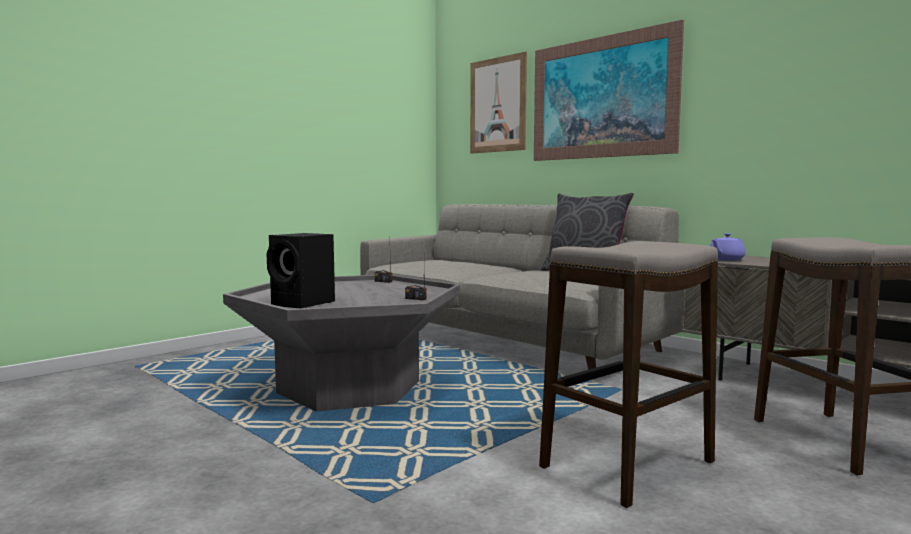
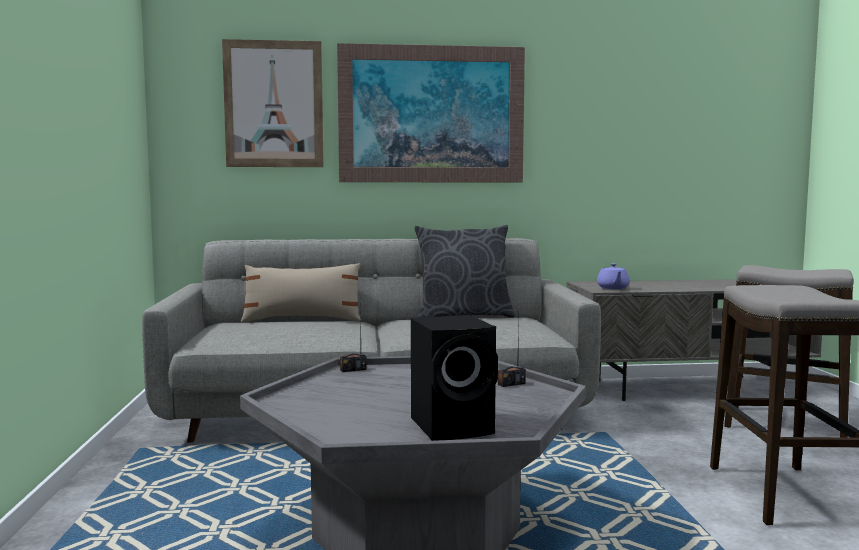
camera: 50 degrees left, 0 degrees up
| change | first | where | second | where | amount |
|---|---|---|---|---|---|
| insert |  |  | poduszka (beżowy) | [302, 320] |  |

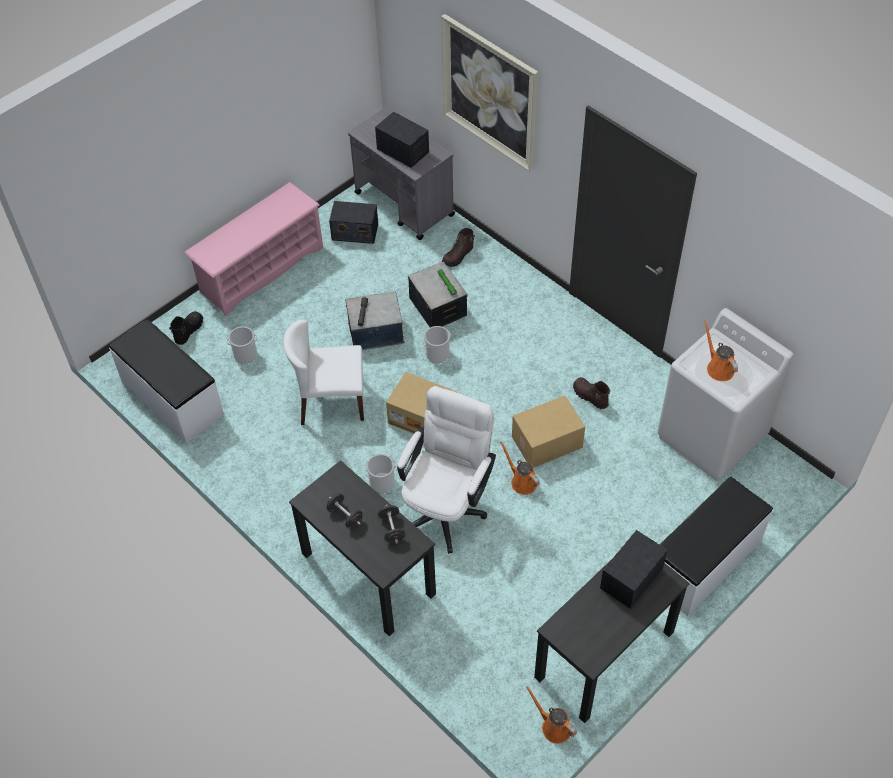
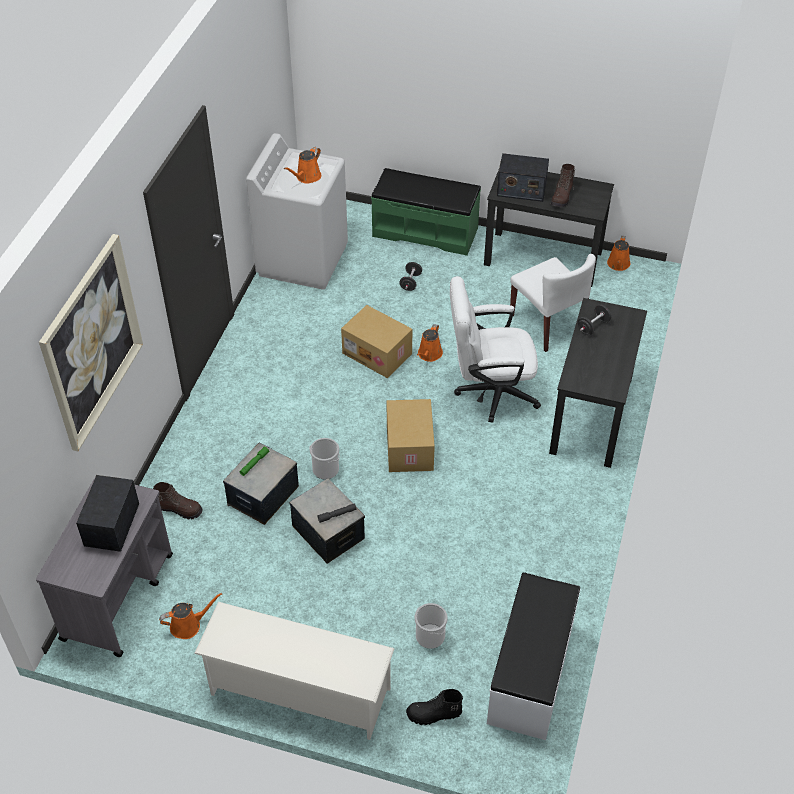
camera: 120 degrees left, 5 degrees down
| change | first | where | second | where | amount |
|---|---|---|---|---|---|
| recolor | regał na buty (różowy) | [261, 269] | regał na buty (biały) | [299, 691] |  |
| replace | radio | [354, 232] | konewka (pomarańczowy) | [188, 625] |  |
| move | krzesło (biały) | [331, 401] |  | [548, 324] |  |
| move | but z cholewką (brązowy) | [590, 397] |  | [562, 197] |  |
| delete | wiadro | [382, 483] |  |  |  |
| recolor | ławka (biały) | [705, 562] | ławka (zielony) | [425, 231] |  |
| move | hantel (czarny) | [345, 516] |  | [410, 282] |  |

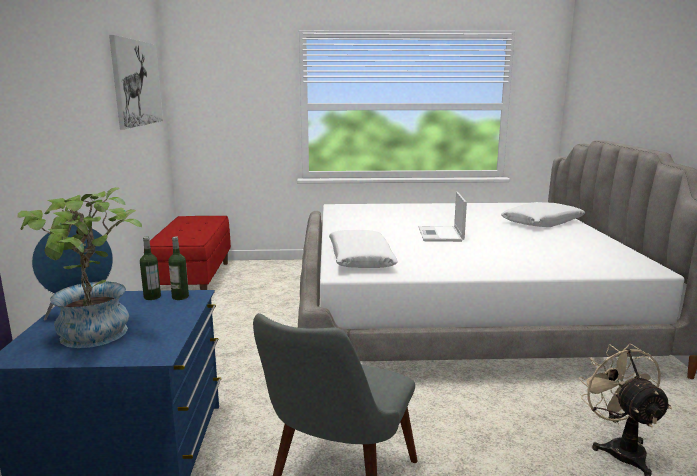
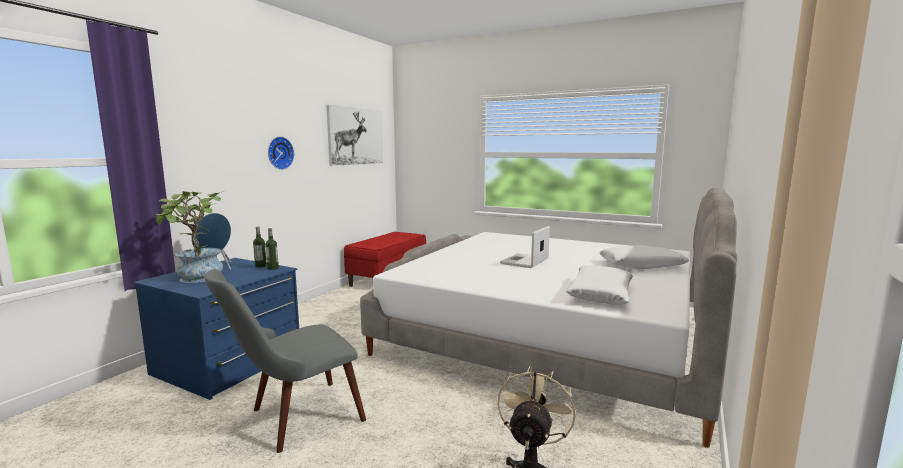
camera: 30 degrees right, 5 degrees down
| change | first | where | second | where | amount |
|---|---|---|---|---|---|
| move | poduszka (biały) | [360, 259] |  | [600, 294] |  |
| insert |  |  | zegar ścienny | [279, 153] |  |

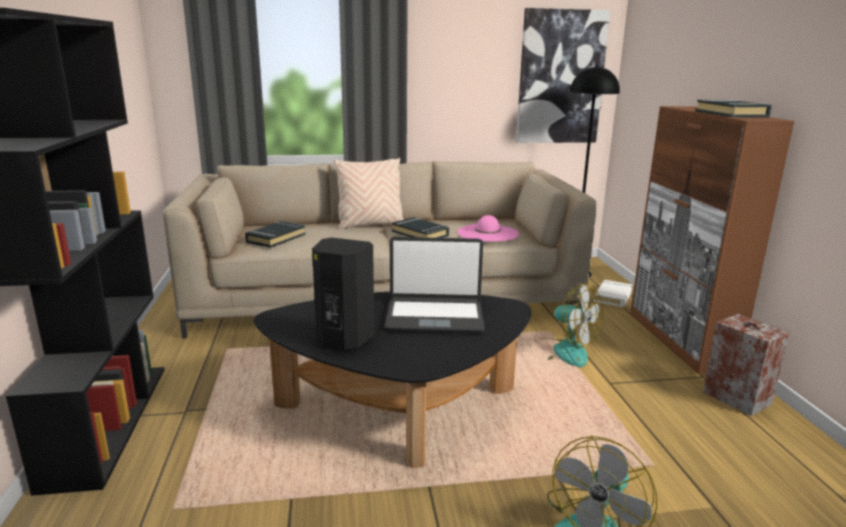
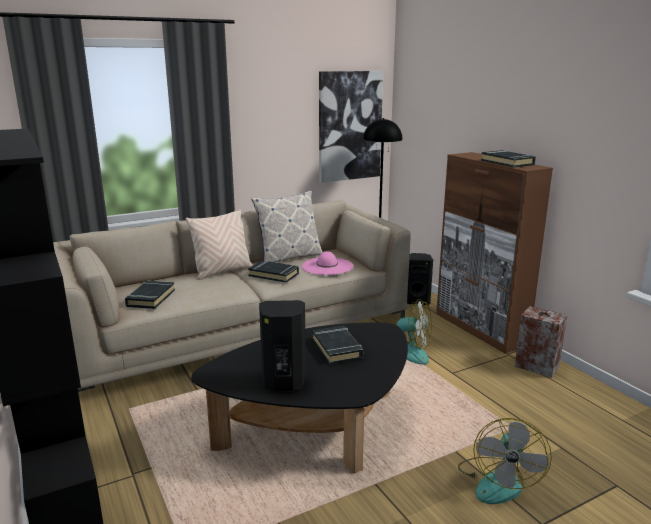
camera: 20 degrees left, 0 degrees up
| change | first | where | second | where | amount |
|---|---|---|---|---|---|
| replace | laptop | [434, 316] | książka (czarny) | [337, 348] |  |
| replace | książka (biały) | [613, 297] | głośnik (czarny) | [417, 301] |  |
| insert |  |  | poduszka | [289, 257] |  |

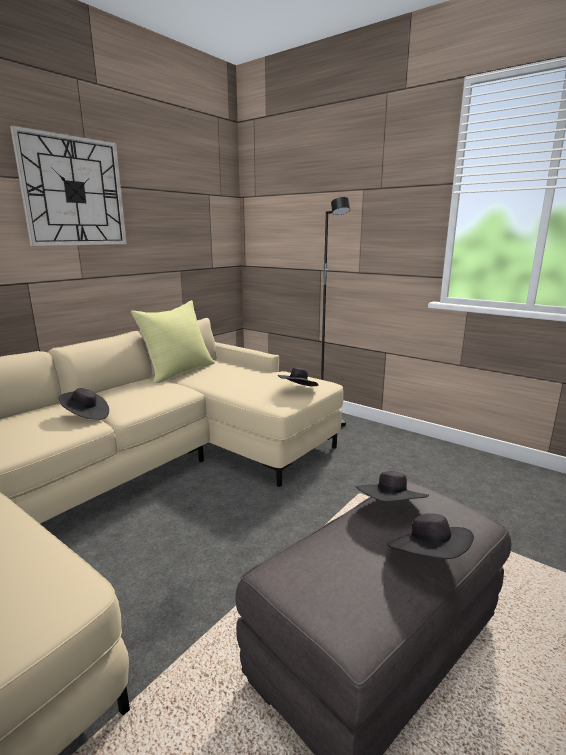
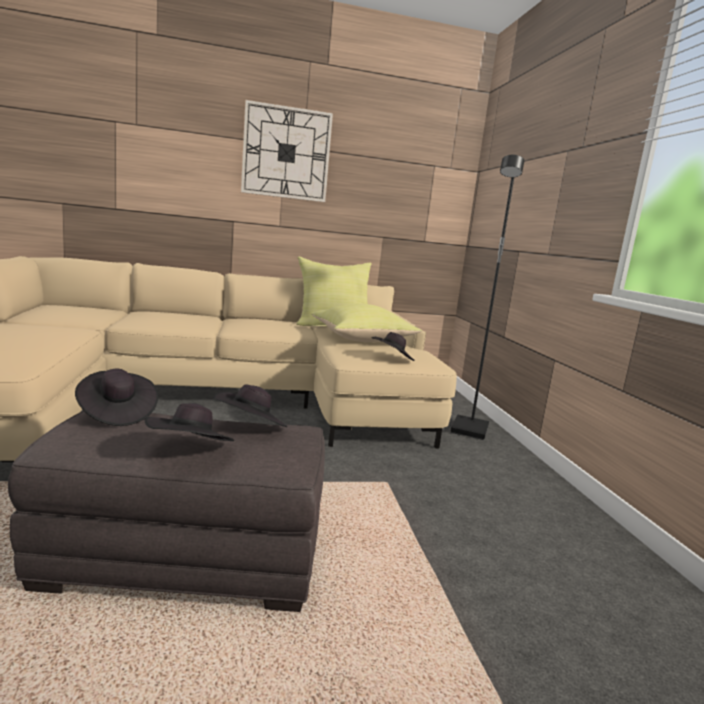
camera: 40 degrees right, 5 degrees down
| change | first | where | second | where | amount |
|---|---|---|---|---|---|
| move | kapelusz (czarny) | [86, 416] |  | [116, 413] |  |
| insert |  |  | poduszka (żółty) | [362, 340] |  |

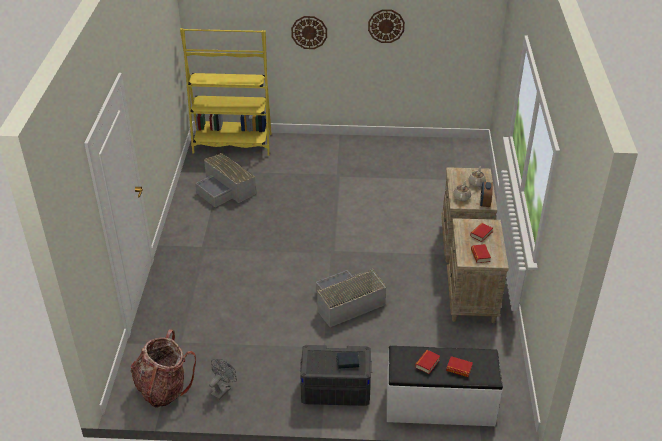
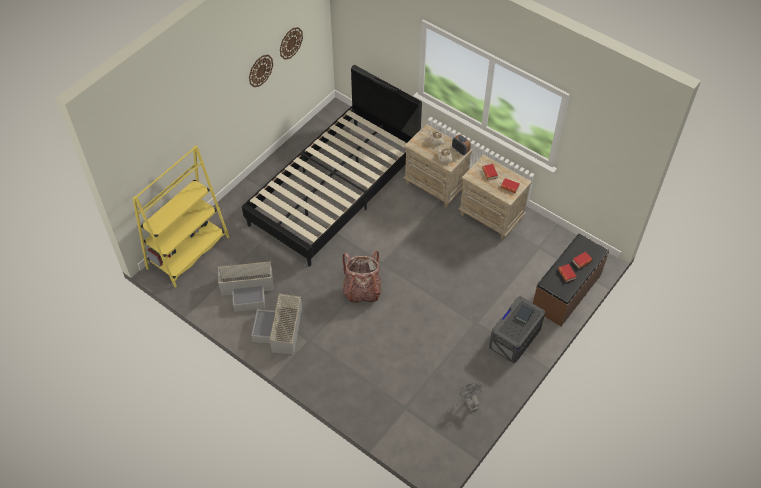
camera: 55 degrees left, 15 degrees up
| change | first | where | second | where | amount |
|---|---|---|---|---|---|
| move | zegar ścienny | [309, 32] |  | [290, 43] |  |
| move | pojemnik do przechowywania (szary) | [346, 303] |  | [280, 330] |  |
| move | plecak | [163, 389] |  | [362, 291] |  |
| recolor | ławka (biały) | [439, 405] | ławka (brązowy) | [567, 291] |  |
| insert |  |  | łóżko (czarny) | [334, 191] |  |

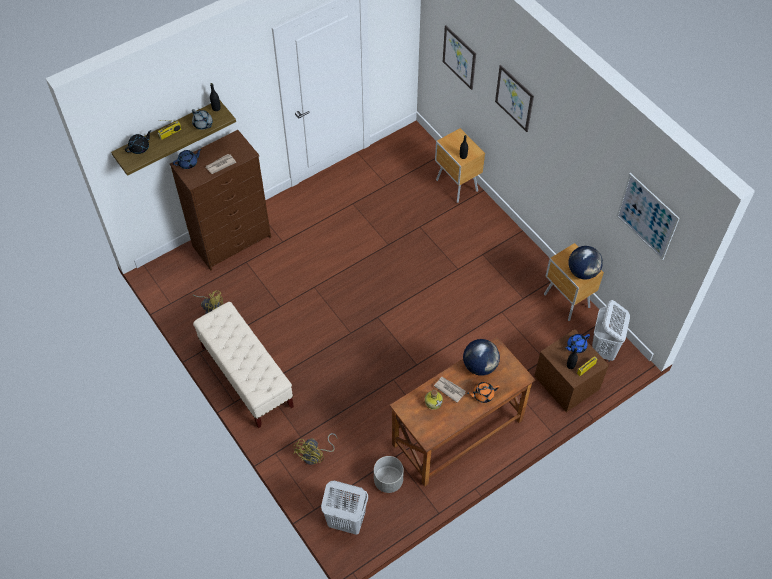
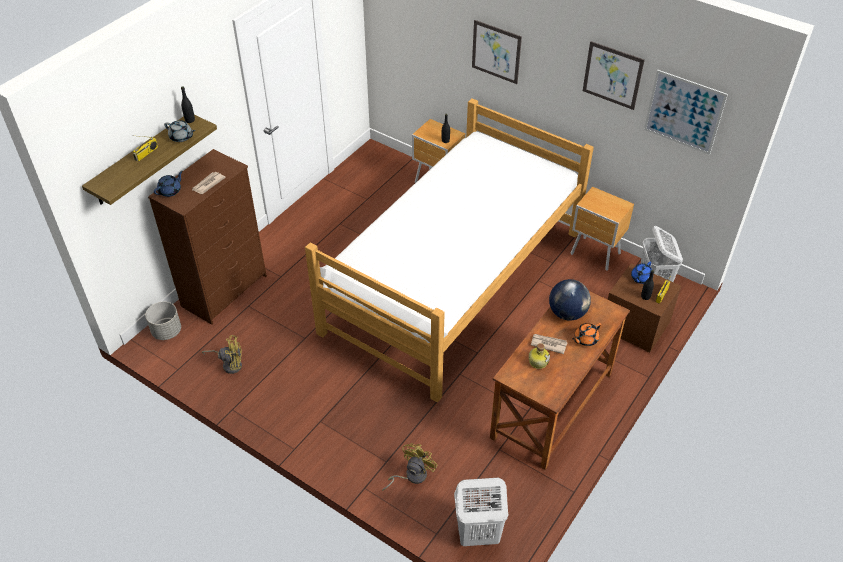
camera: 20 degrees left, 10 degrees down
| change | first | where | second | where | amount |
|---|---|---|---|---|---|
| move | obraz | [459, 57] |  | [612, 75] |  |
| delete | imbryk (czarny) | [140, 148] |  |  |  |
| delete | globus | [583, 272] |  |  |  |
| delete | ławka (beżowy) | [246, 376] |  |  |  |
| rotate | wentylator (żółty) | [315, 455] |  | [411, 476] | 150 degrees counterclockwise |
| move | donica (szary) | [388, 480] |  | [166, 331] |  |
| insert |  |  | łóżko | [455, 281] |  |

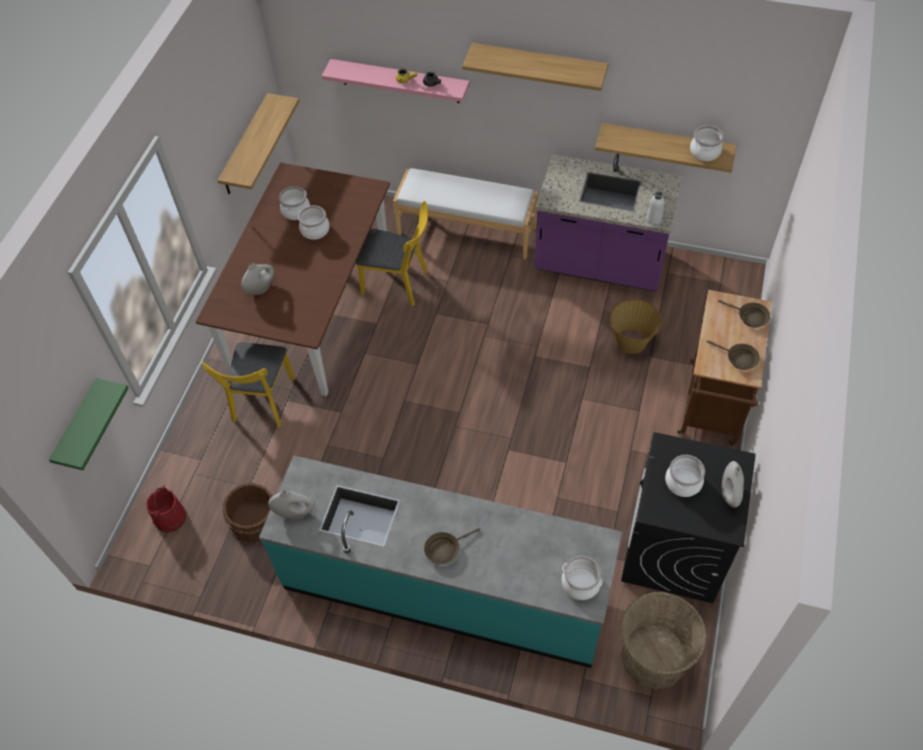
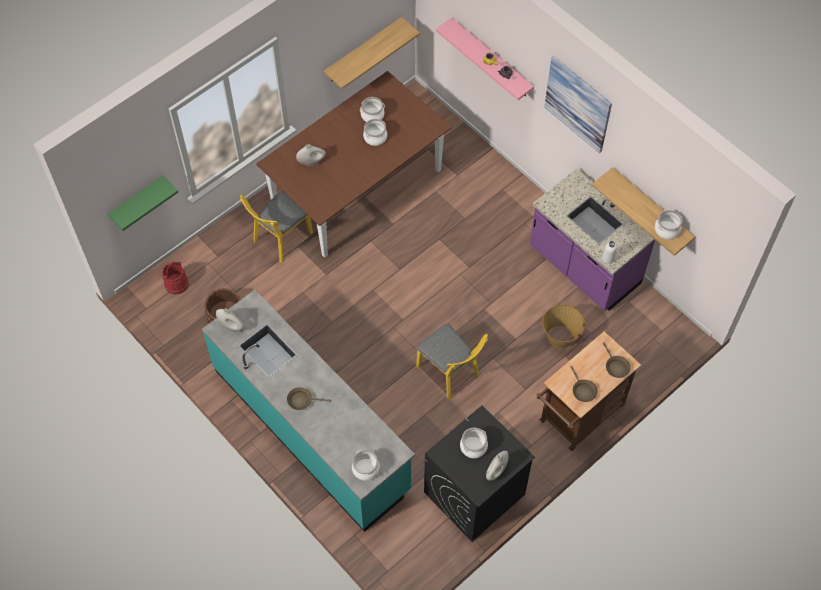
camera: 30 degrees right, 5 degrees up
| change | first | where | second | where | amount |
|---|---|---|---|---|---|
| replace | półka | [538, 65] | obraz | [578, 104] |  |
| delete | ławka (biały) | [466, 230] |  |  |  |
| move | krzesło (żółty) | [399, 284] |  | [450, 374] |  |
| delete | koszyk | [654, 655] |  |  |  |

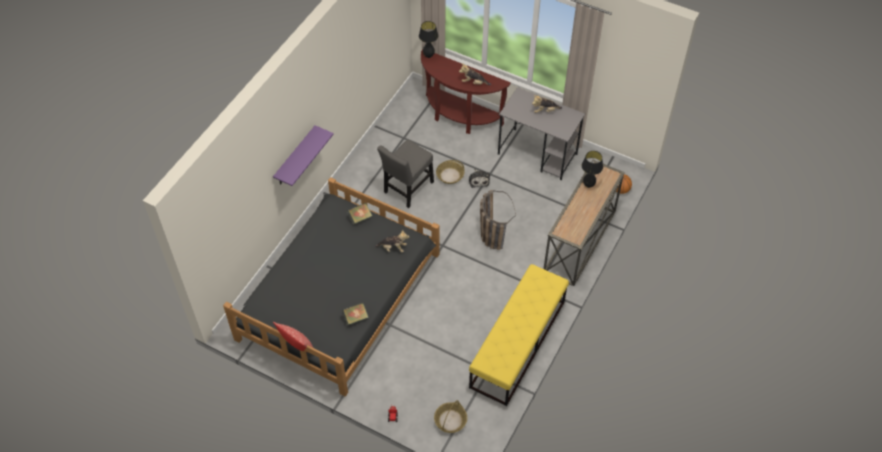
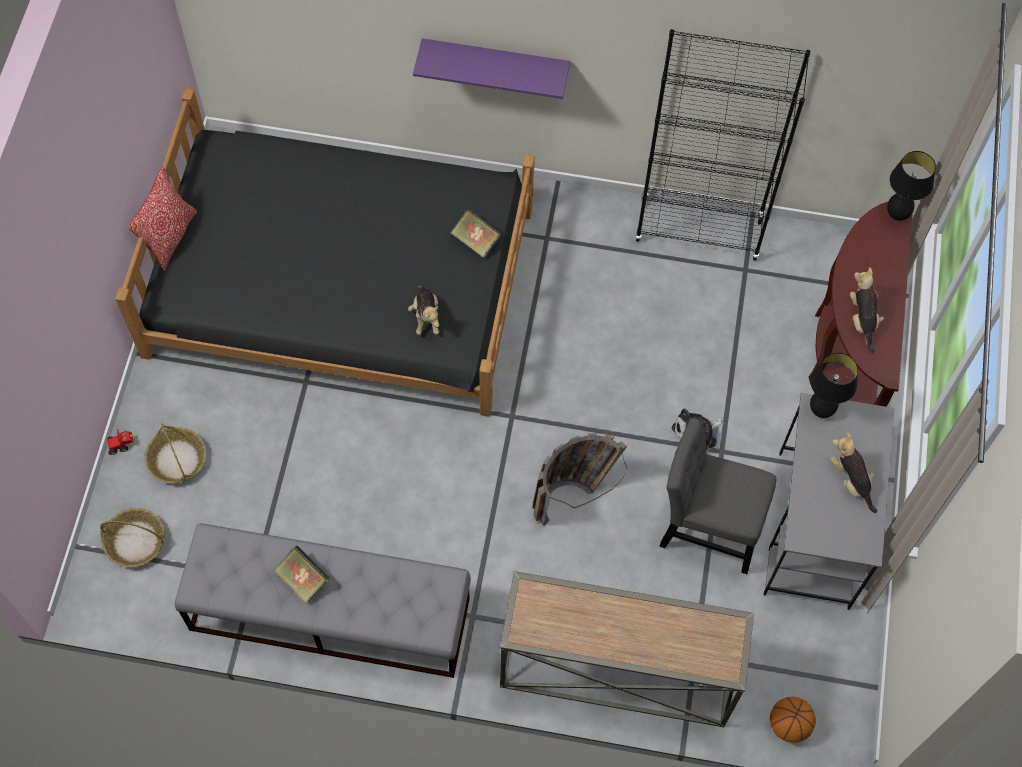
camera: 70 degrees right, 10 degrees up
| change | first | where | second | where | amount |
|---|---|---|---|---|---|
| move | krzesło (szary) | [407, 189] |  | [706, 528] |  |
| move | lampa stołowa (czarny) | [588, 185] |  | [820, 410] |  |
| move | koszyk | [450, 175] |  | [177, 459] |  |
| recolor | ławka (żółty) | [517, 344] | ławka (szary) | [329, 614] |  |
| move | książka | [355, 318] |  | [303, 579] |  |
| insert |  |  | regał (czarny) | [699, 230] |  |

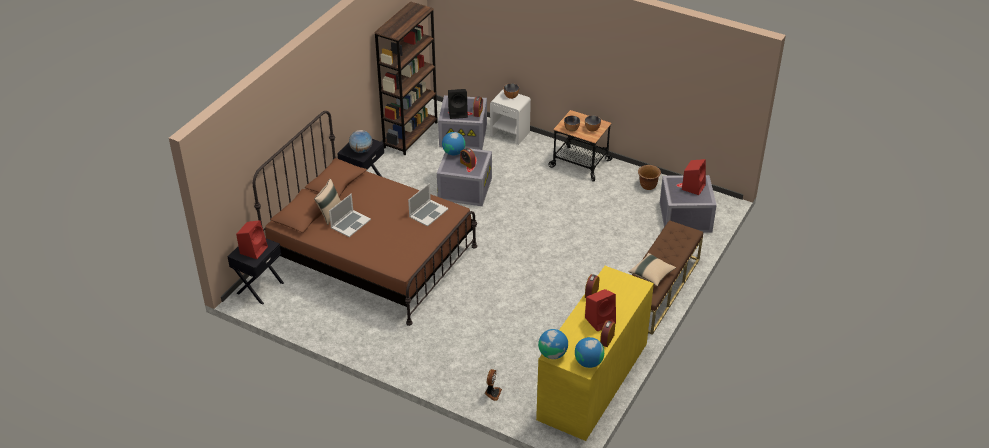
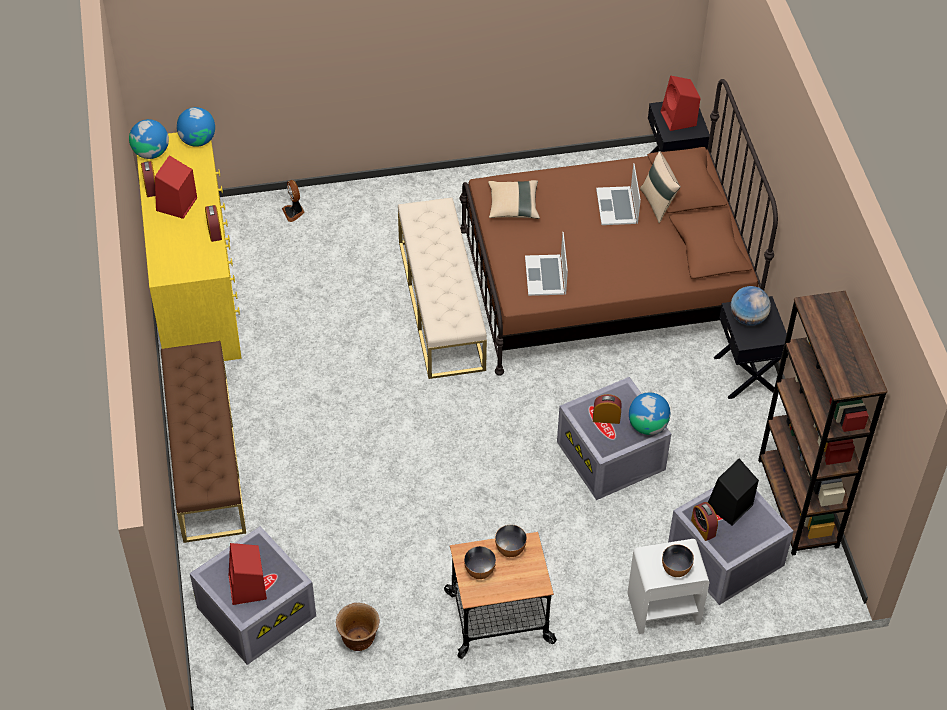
camera: 140 degrees right, 10 degrees up
| change | first | where | second | where | amount |
|---|---|---|---|---|---|
| move | poduszka (beżowy) | [651, 275] |  | [513, 207] |  |
| insert |  |  | ławka (beżowy) | [441, 305] |  |

